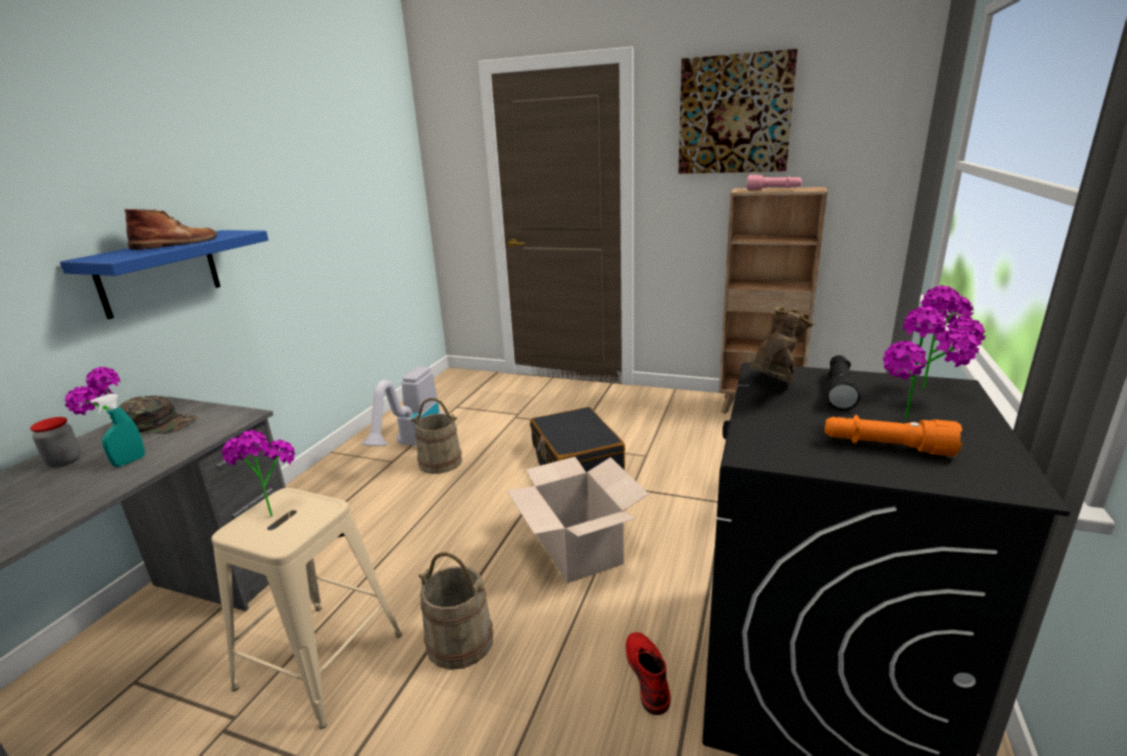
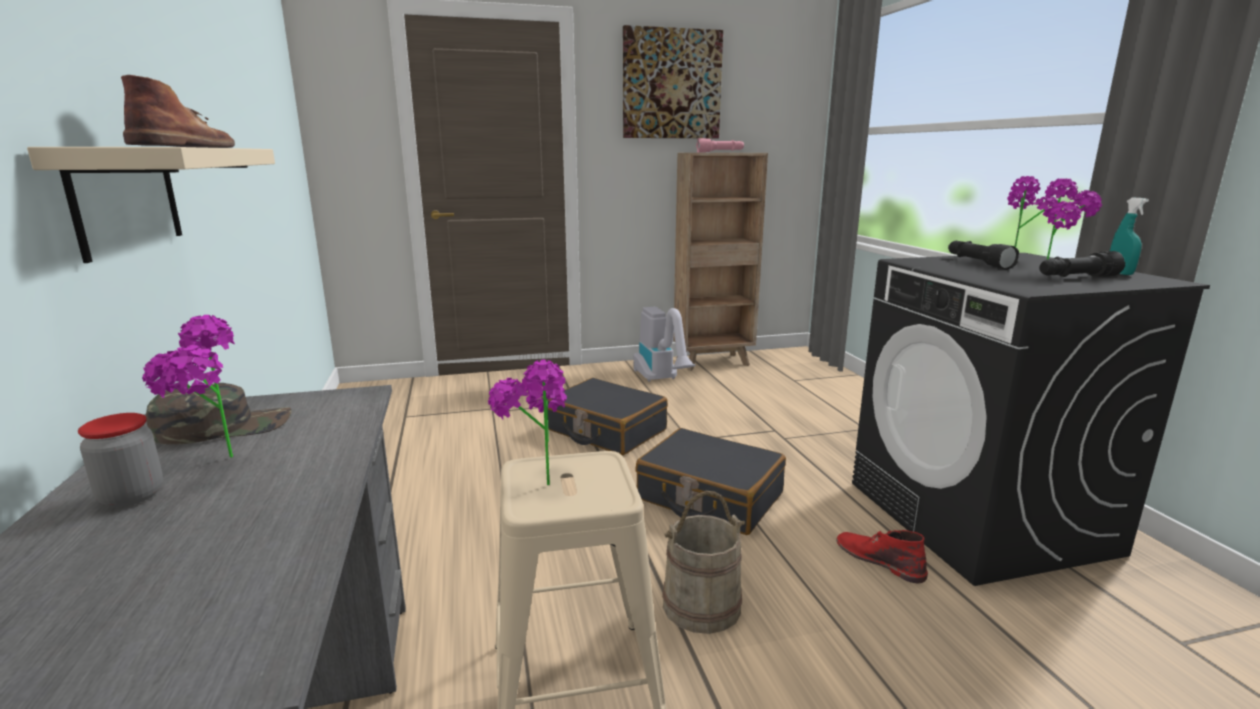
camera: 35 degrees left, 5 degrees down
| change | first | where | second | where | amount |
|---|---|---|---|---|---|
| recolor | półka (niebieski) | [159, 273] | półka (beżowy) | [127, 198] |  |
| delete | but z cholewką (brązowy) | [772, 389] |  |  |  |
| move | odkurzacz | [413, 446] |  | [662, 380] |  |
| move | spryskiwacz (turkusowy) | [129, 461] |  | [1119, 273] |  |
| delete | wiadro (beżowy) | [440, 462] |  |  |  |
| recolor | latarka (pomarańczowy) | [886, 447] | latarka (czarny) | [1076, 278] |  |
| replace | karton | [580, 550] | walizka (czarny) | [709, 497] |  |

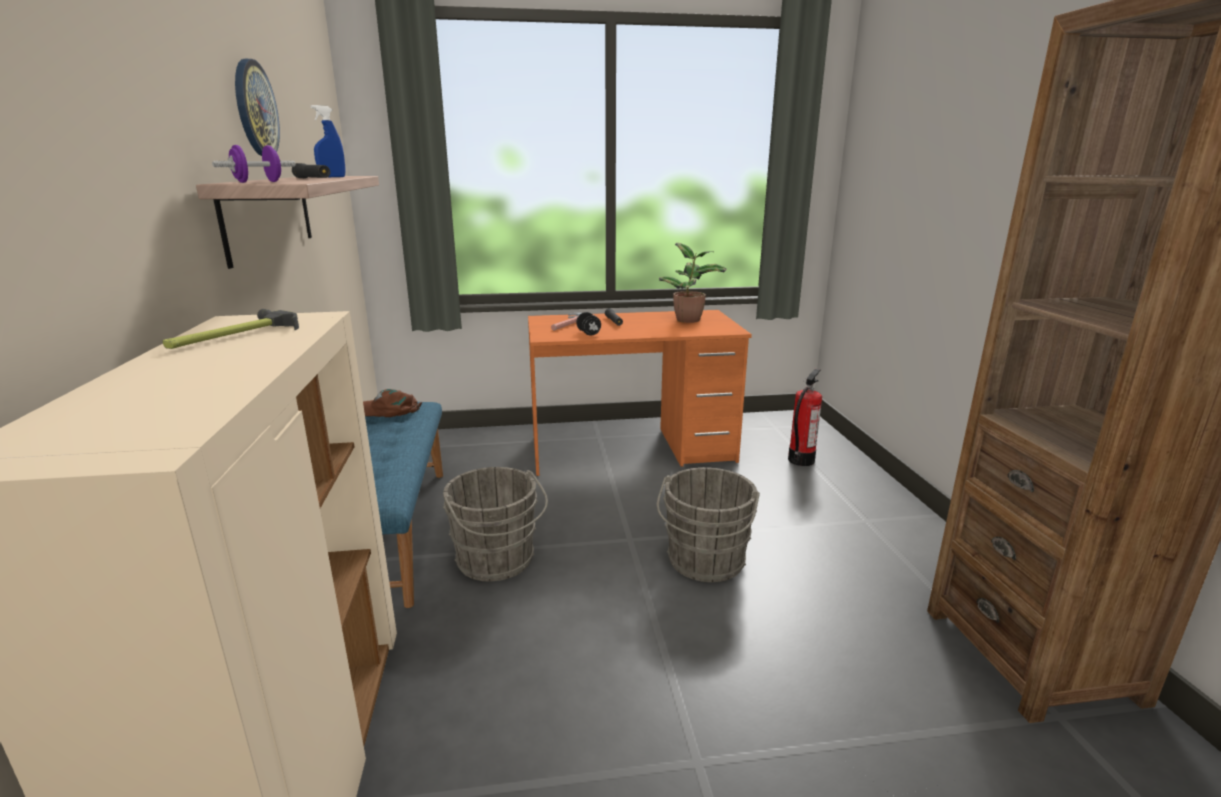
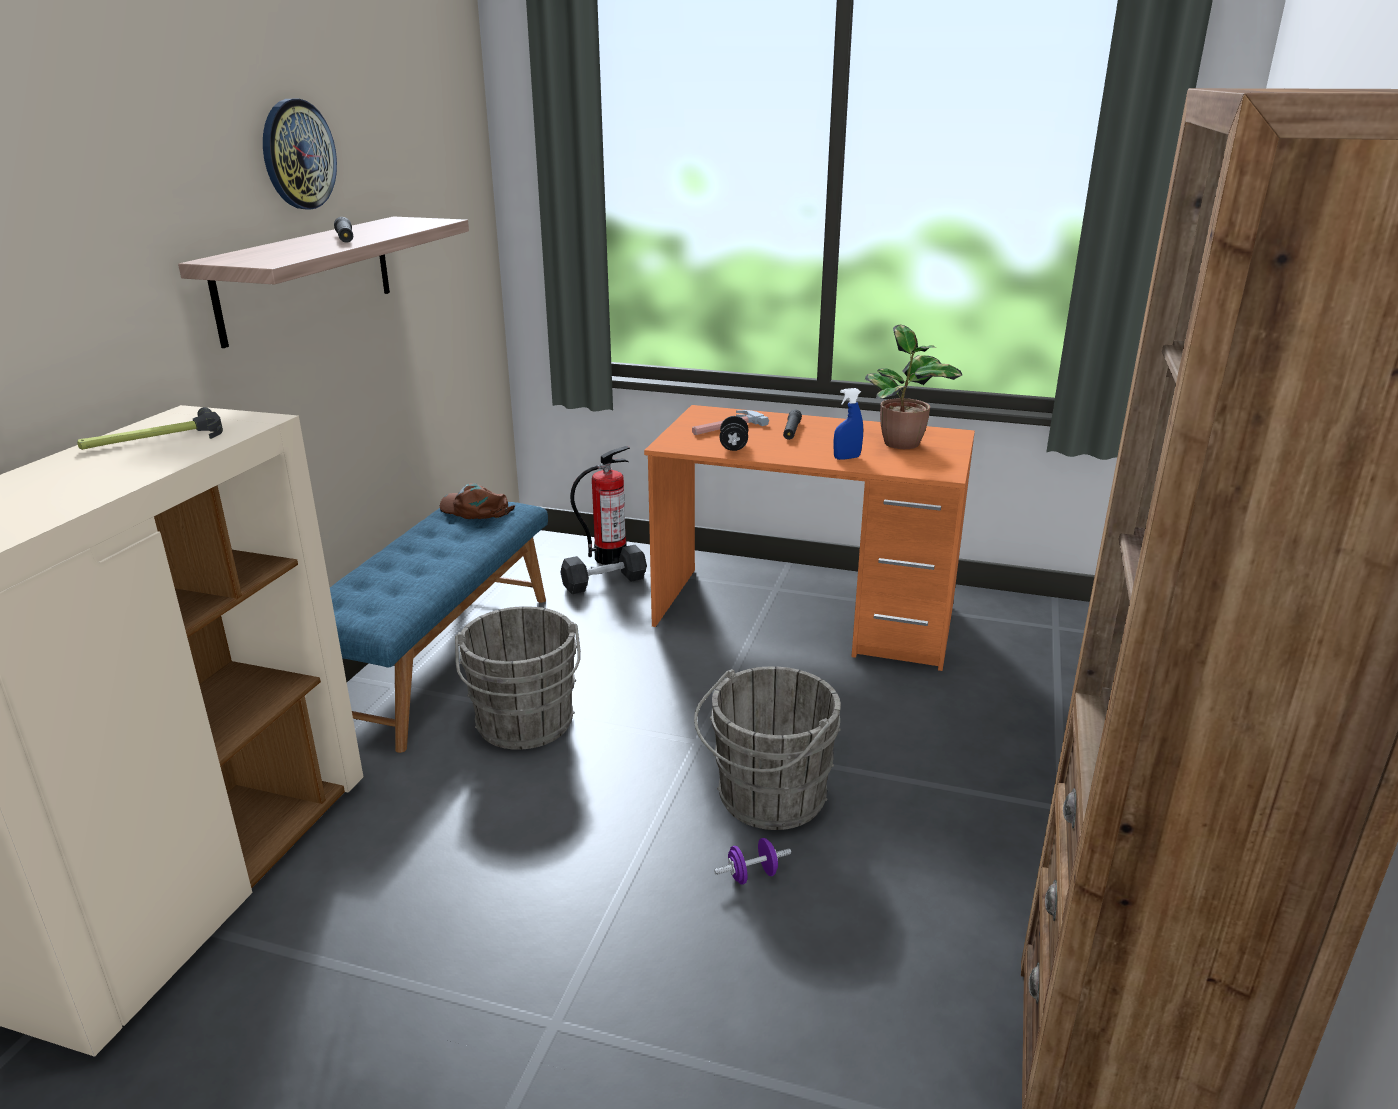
camera: 25 degrees right, 5 degrees up
| change | first | where | second | where | amount |
|---|---|---|---|---|---|
| move | spryskiwacz (niebieski) | [332, 177] |  | [846, 458] |  |
| move | hantel (fioletowy) | [258, 182] |  | [752, 875] |  |
| move | gaśnica | [800, 460] |  | [610, 557] |  |
| insert |  |  | hantel (czarny) | [604, 582] |  |

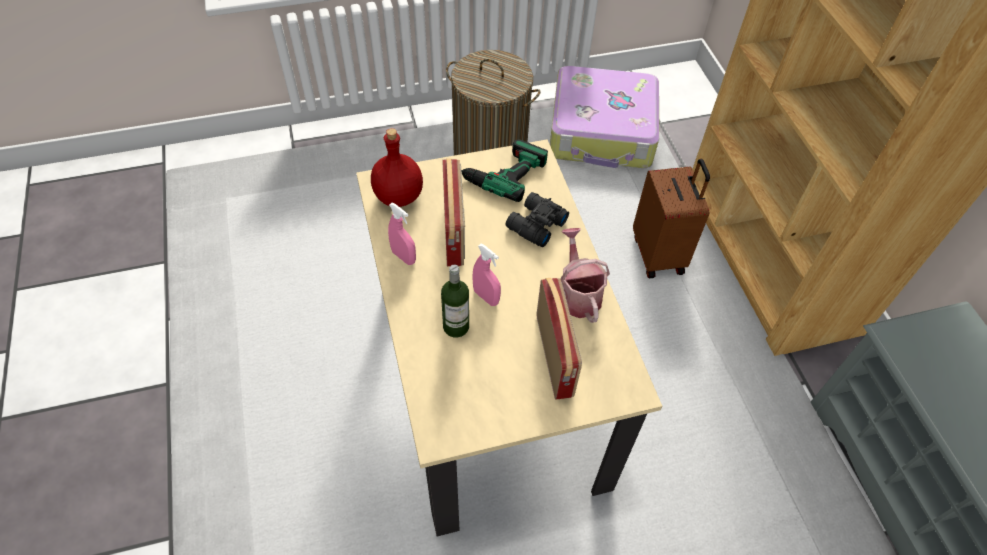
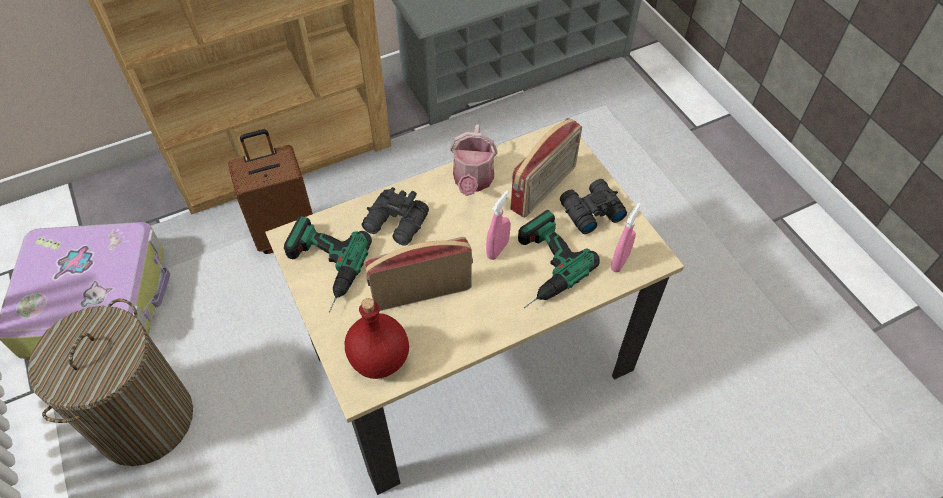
camera: 100 degrees left, 0 degrees up
| change | first | where | second | where | amount |
|---|---|---|---|---|---|
| move | spryskiwacz (różowy) | [403, 257] |  | [620, 261] |  |
| rotate | konewka | [578, 293] |  | [472, 181] | 60 degrees counterclockwise |
| replace | butelka | [456, 326] | wiertarka | [539, 267] |  |
| rotate | radio | [555, 355] |  | [544, 189] | 150 degrees clockwise |
| insert |  |  | lornetka (czarny) | [590, 211] |  |

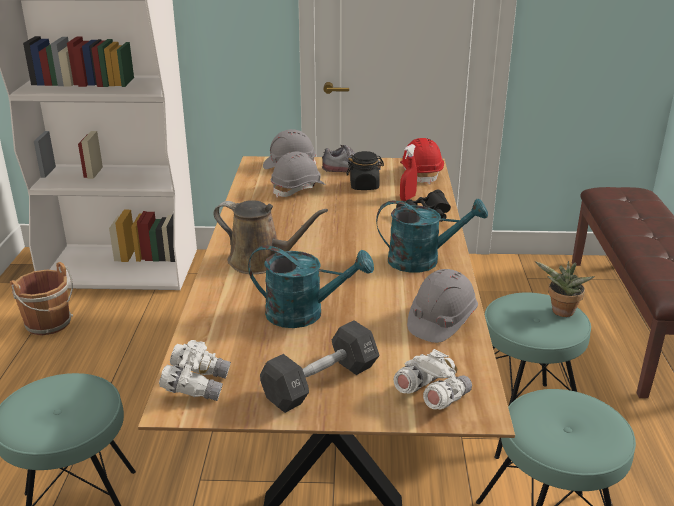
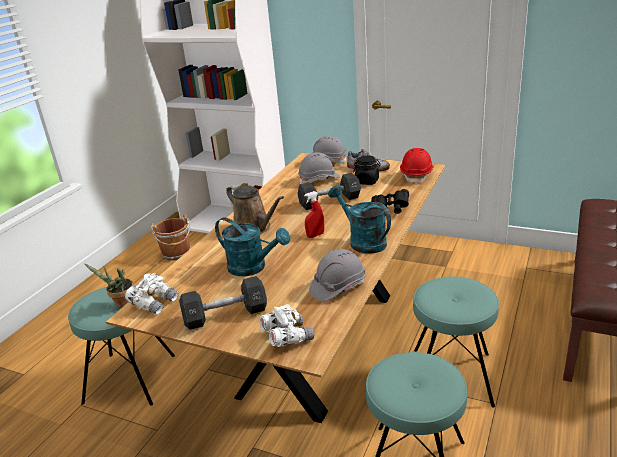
camera: 25 degrees right, 0 degrees up
| change | first | where | second | where | amount |
|---|---|---|---|---|---|
| move | spryskiwacz (czerwony) | [407, 198] |  | [315, 235] |  |
| rotate | konewka (turkusowy) | [423, 260] |  | [362, 241] | 150 degrees counterclockwise |
| move | roślina doniczkowa | [561, 313] |  | [122, 304] |  |
| insert |  |  | hantel (czarny) | [330, 201] |  |

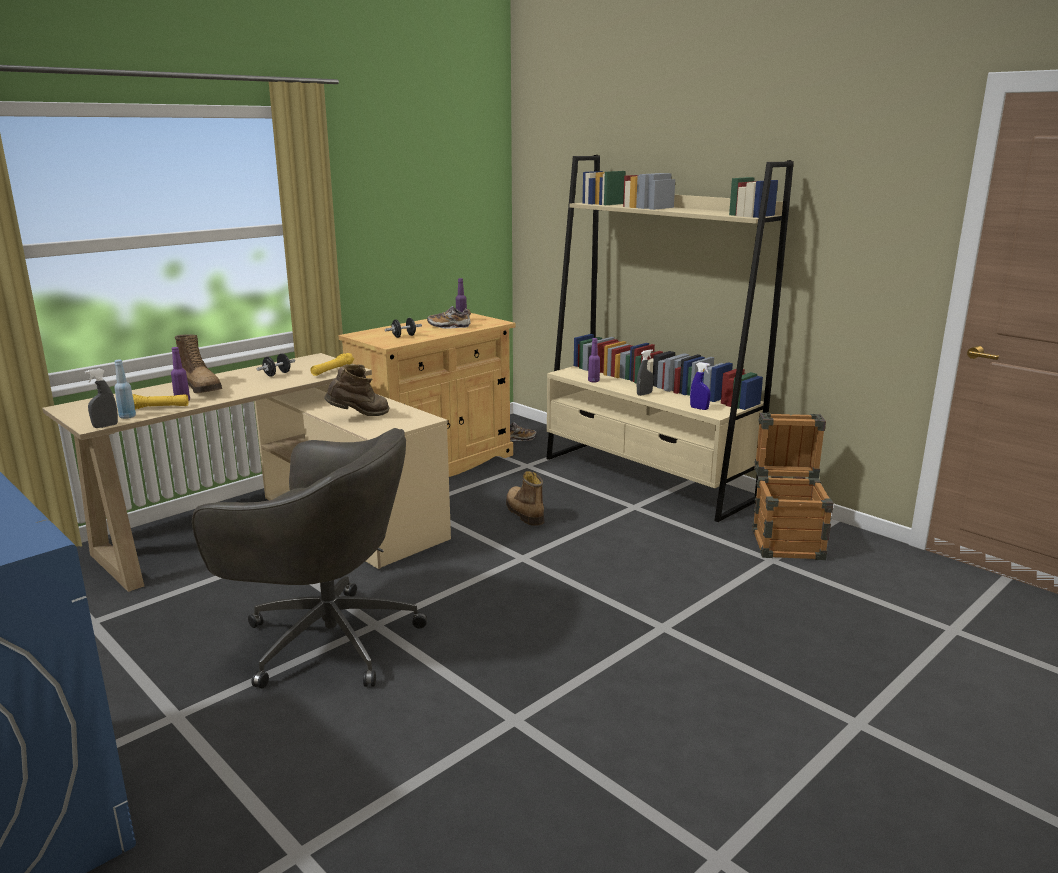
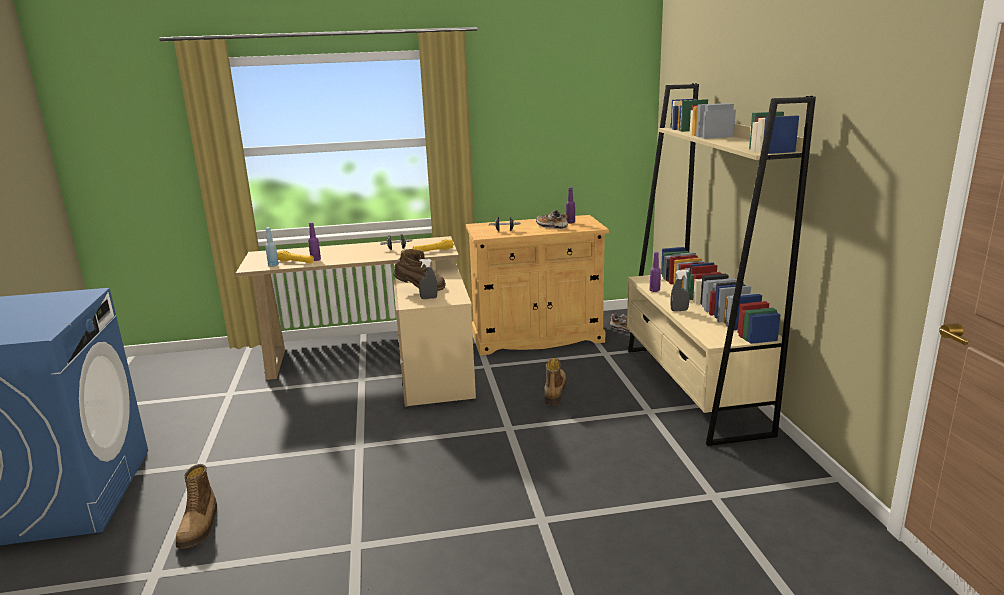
camera: 35 degrees right, 0 degrees up
| change | first | where | second | where | amount |
|---|---|---|---|---|---|
| move | but z cholewką | [201, 388] |  | [199, 527] |  |
| delete | spryskiwacz (niebieski) | [699, 408] |  |  |  |
| move | spryskiwacz (szary) | [105, 426] |  | [428, 298] |  |
| delete | skrzynka | [786, 540] |  |  |  |
| delete | krzesło biurowe (szary) | [326, 639] |  |  |  |

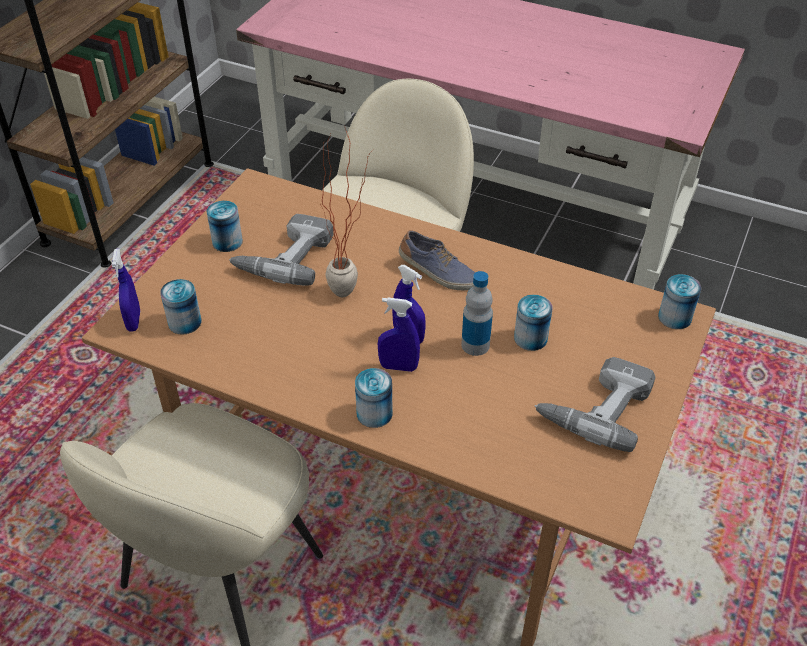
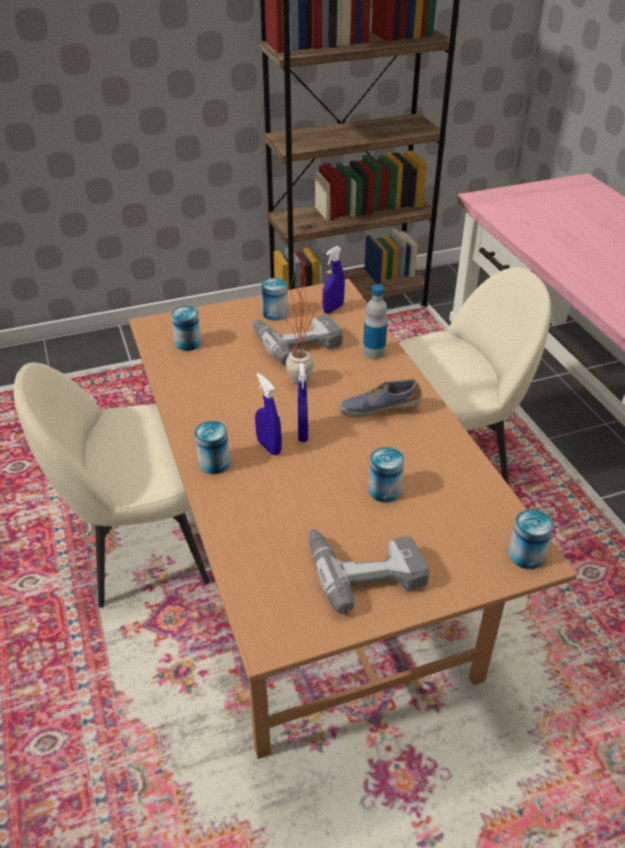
camera: 45 degrees right, 5 degrees down
| change | first | where | second | where | amount |
|---|---|---|---|---|---|
| rotate | but | [437, 273] |  | [379, 408] | 105 degrees clockwise |
| move | spryskiwacz (niebieski) | [134, 321] |  | [333, 309] |  |
| move | butelka | [475, 345] |  | [374, 352] |  |

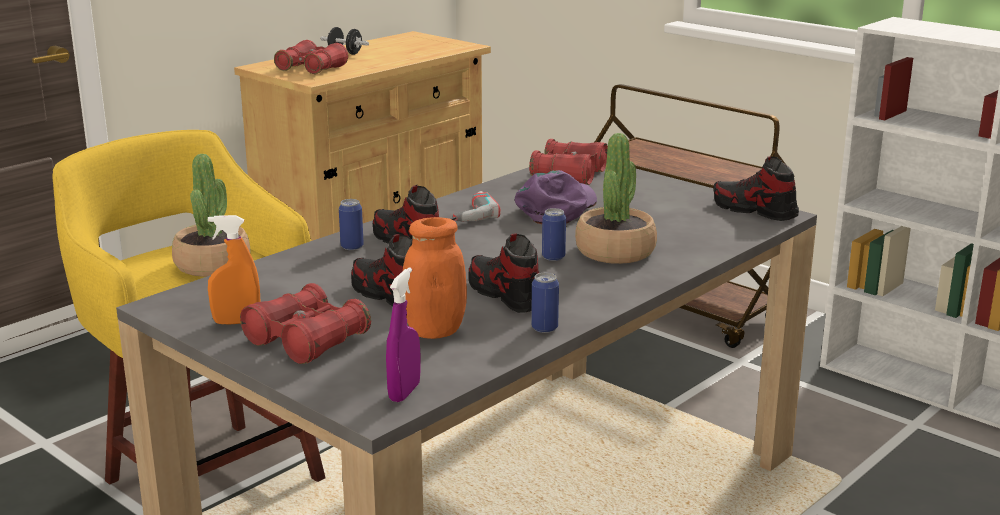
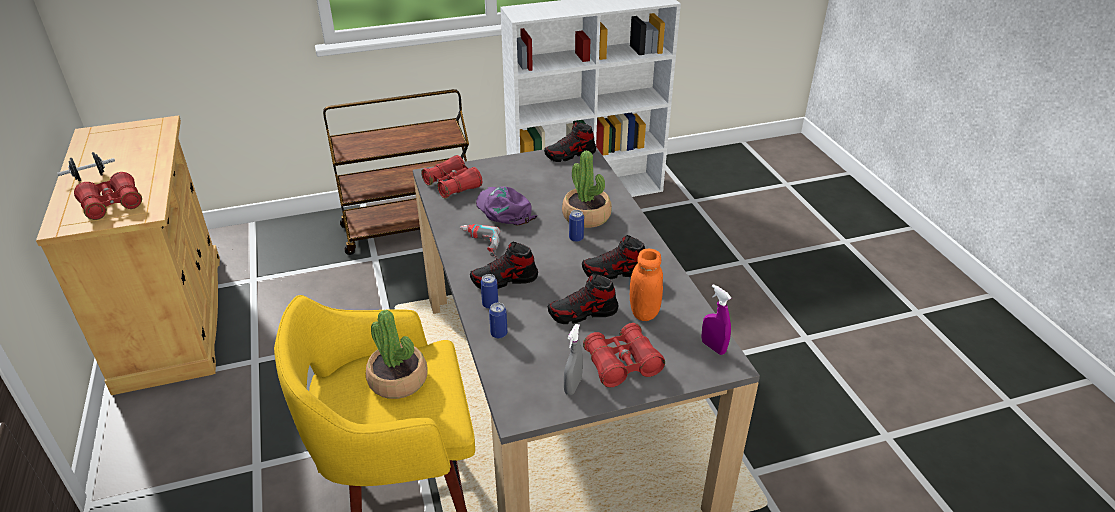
camera: 60 degrees left, 15 degrees up
| change | first | where | second | where | amount |
|---|---|---|---|---|---|
| recolor | spryskiwacz (pomarańczowy) | [236, 322] | spryskiwacz (szary) | [573, 386] |  |
| move | puszka | [544, 328] |  | [499, 333] |  |

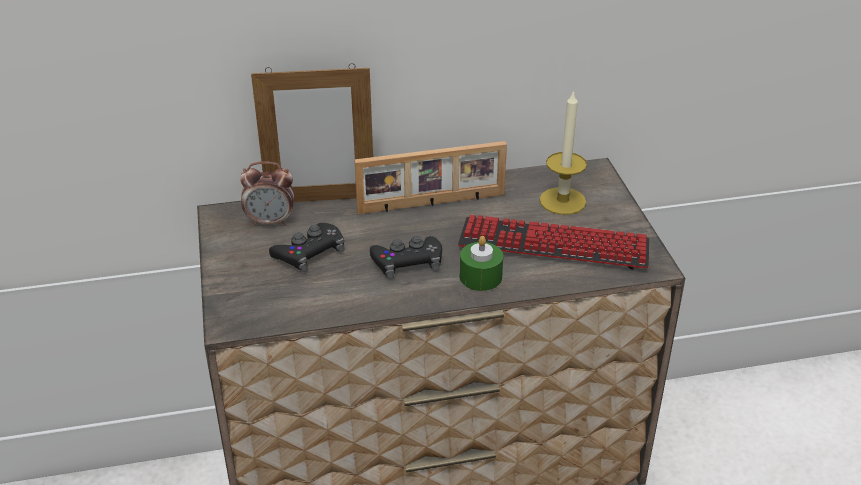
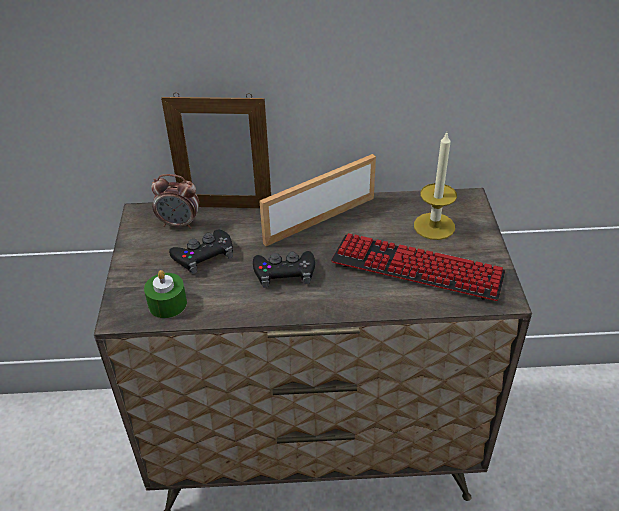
camera: 10 degrees right, 5 degrees up
| change | first | where | second | where | amount |
|---|---|---|---|---|---|
| rotate | ramka na zdjęcie | [431, 204] |  | [319, 219] | 150 degrees clockwise |
| move | świeca (zielony) | [480, 277] |  | [167, 304] |  |

